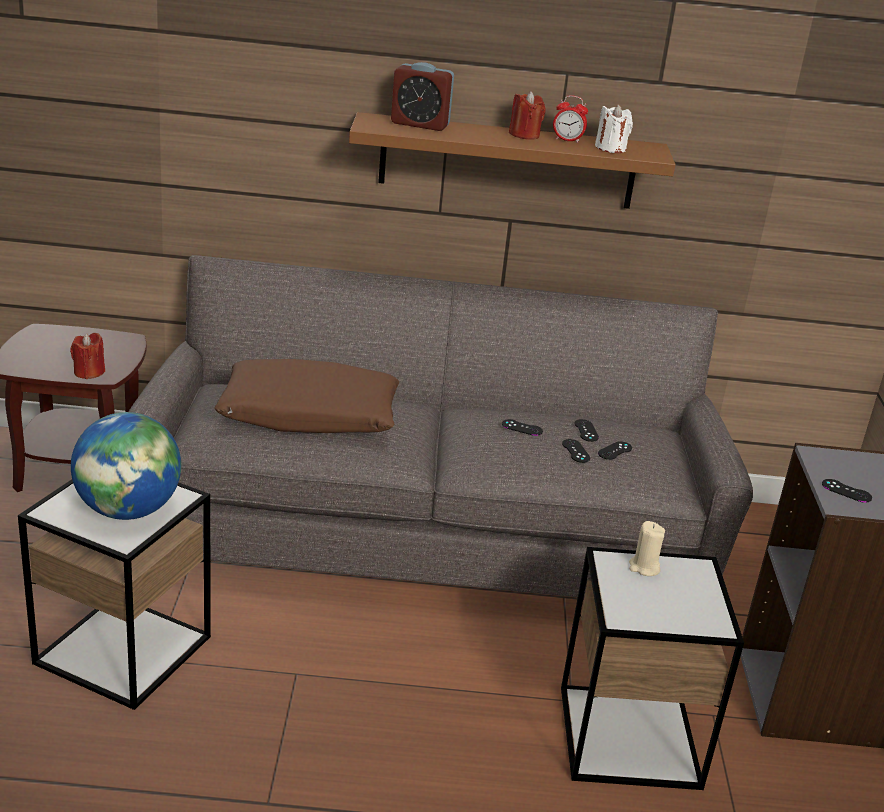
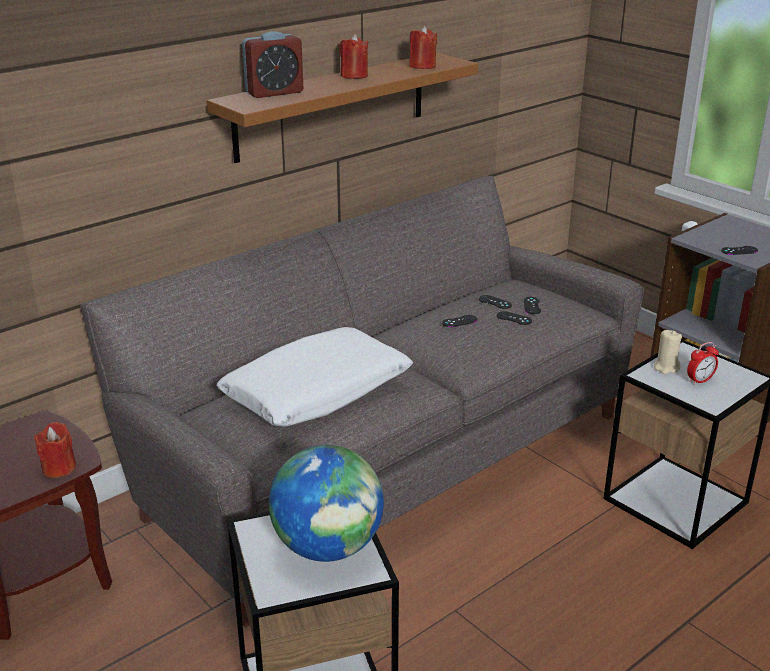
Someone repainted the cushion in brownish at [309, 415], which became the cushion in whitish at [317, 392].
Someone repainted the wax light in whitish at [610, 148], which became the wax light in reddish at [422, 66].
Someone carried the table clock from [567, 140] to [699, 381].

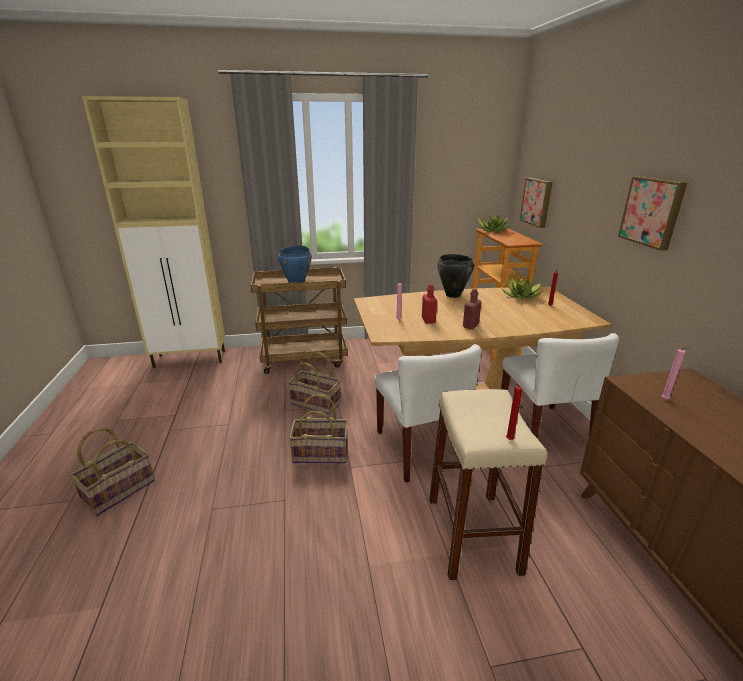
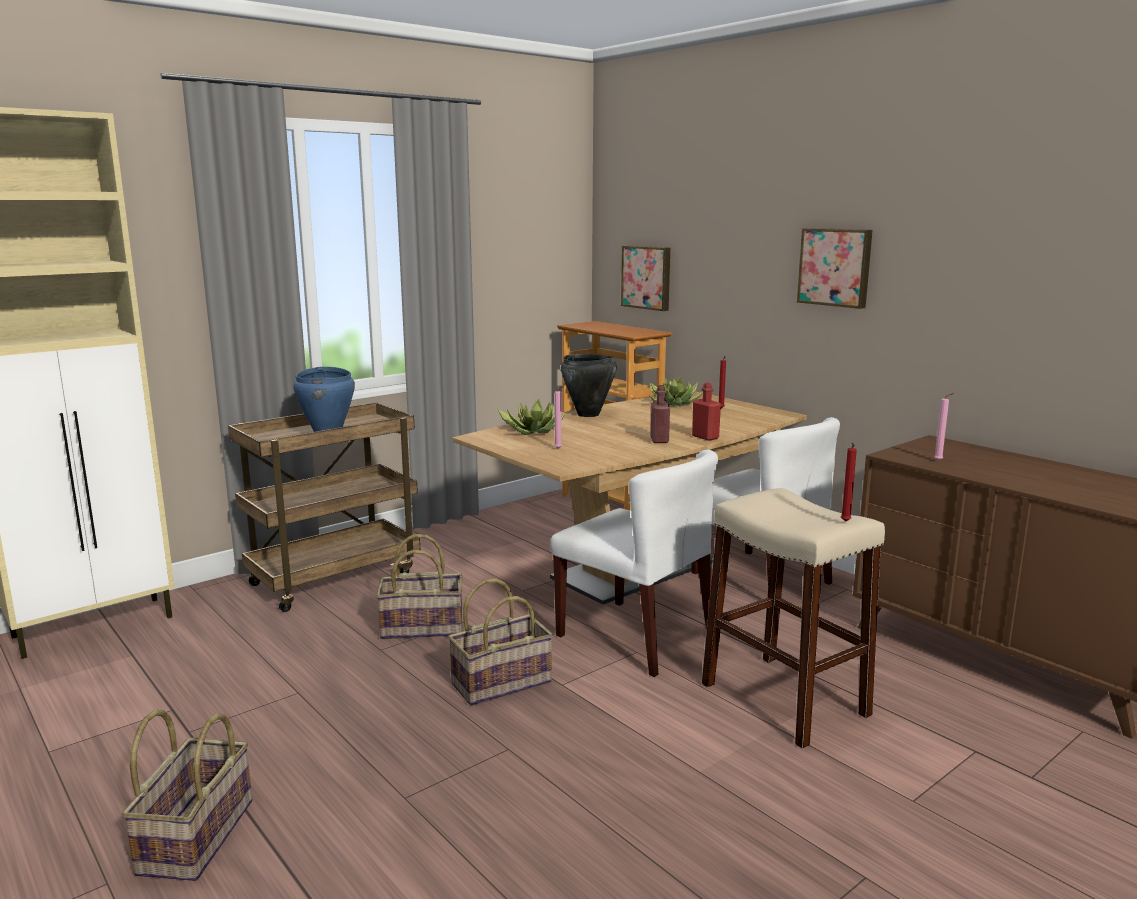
Someone carried the houseplant from [493, 230] to [533, 430].
Someone carried the drink bottle in reddish from [428, 320] to [705, 437].

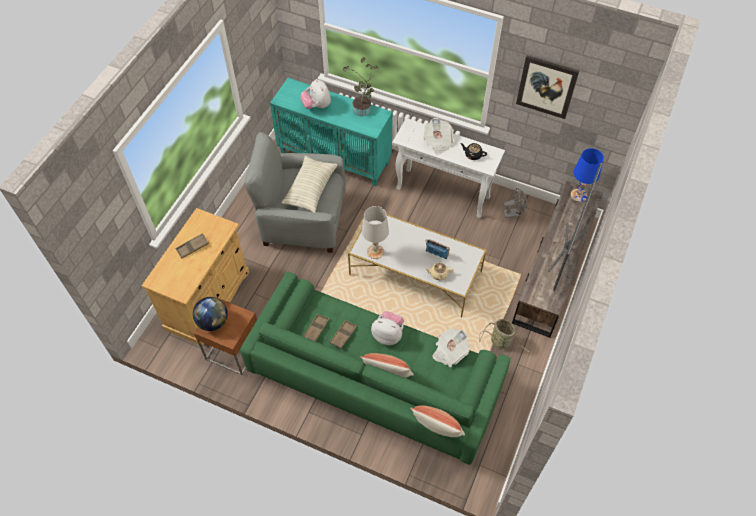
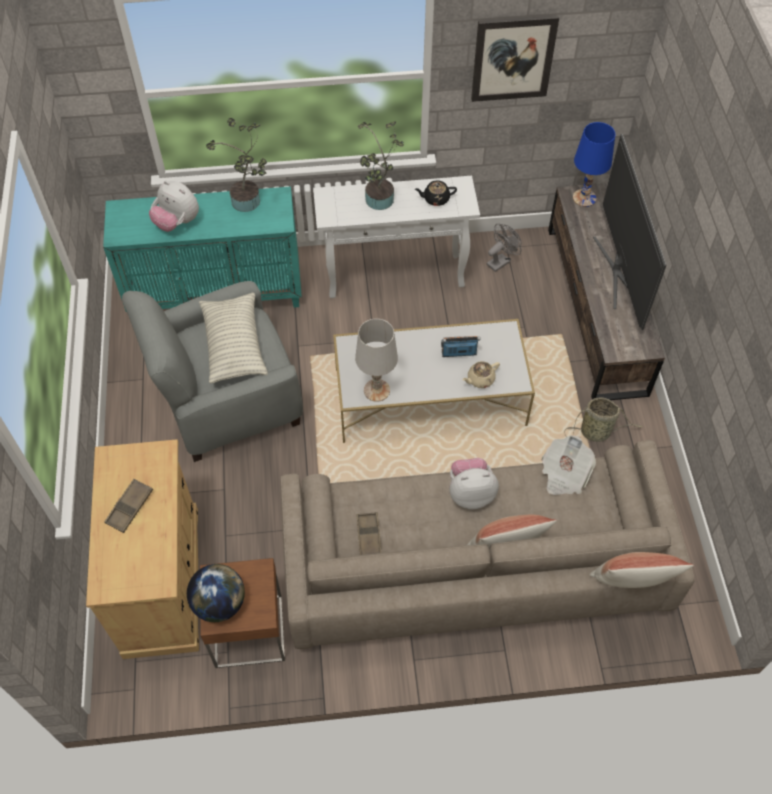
Someone repainted the sofa in greenish at [375, 380], which became the sofa in beige-coloured at [473, 566].
Someone swapped the newspaper at [438, 142] for the houseplant at [378, 202].
Someone took away the carrying tray in brownish at [343, 335].

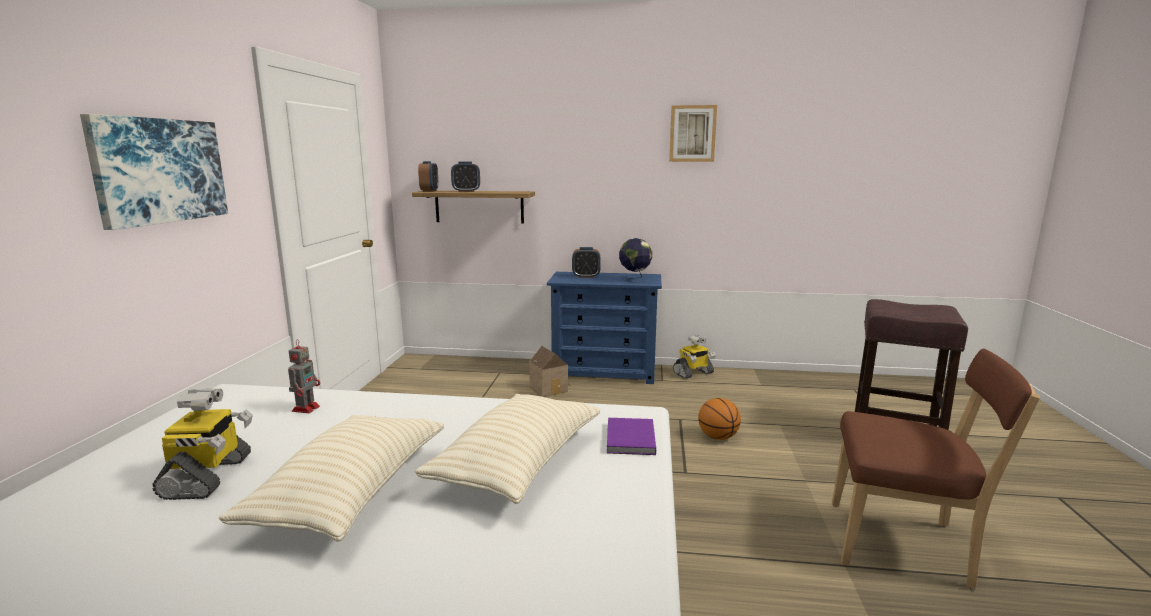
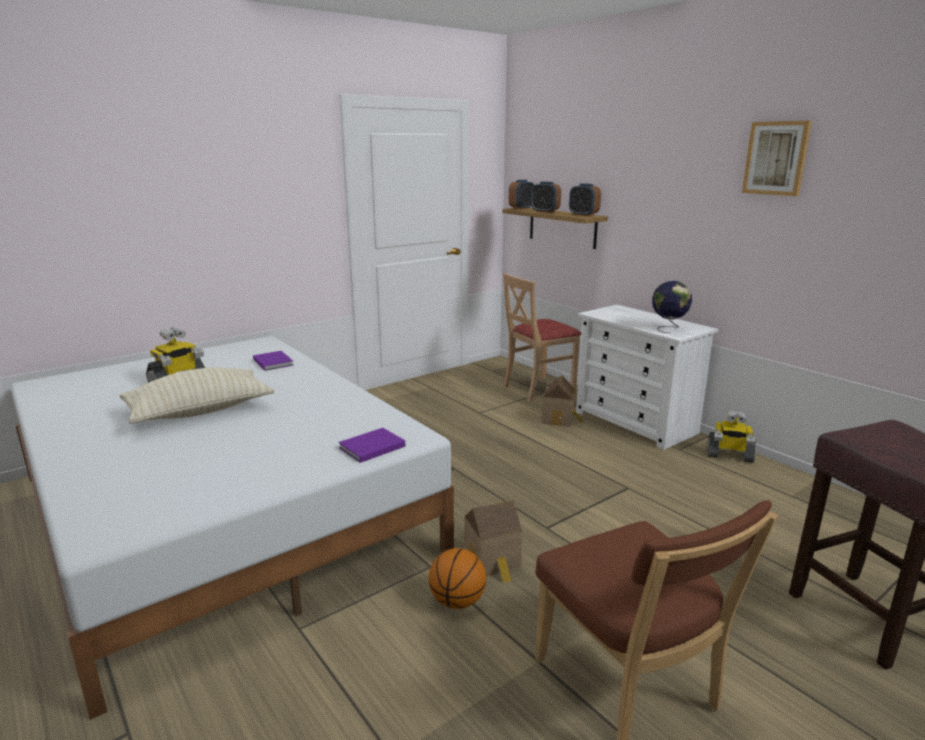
Someone swapped the toy robot at [306, 408] for the volume in purple-coloured at [273, 362].
Someone carried the ball for basketball from [718, 437] to [457, 601].
Someone put down the model house at [493, 561].
Someone put down the upright chair in beige-coloured at [538, 389].
Someone carried the table clock from [586, 276] to [583, 215].
Someone repainted the drawer chest in blue at [605, 372], which became the drawer chest in whitish at [635, 422].
Someone took away the picture at [159, 170].
Someone took away the cushion in beige-coloured at [518, 464].

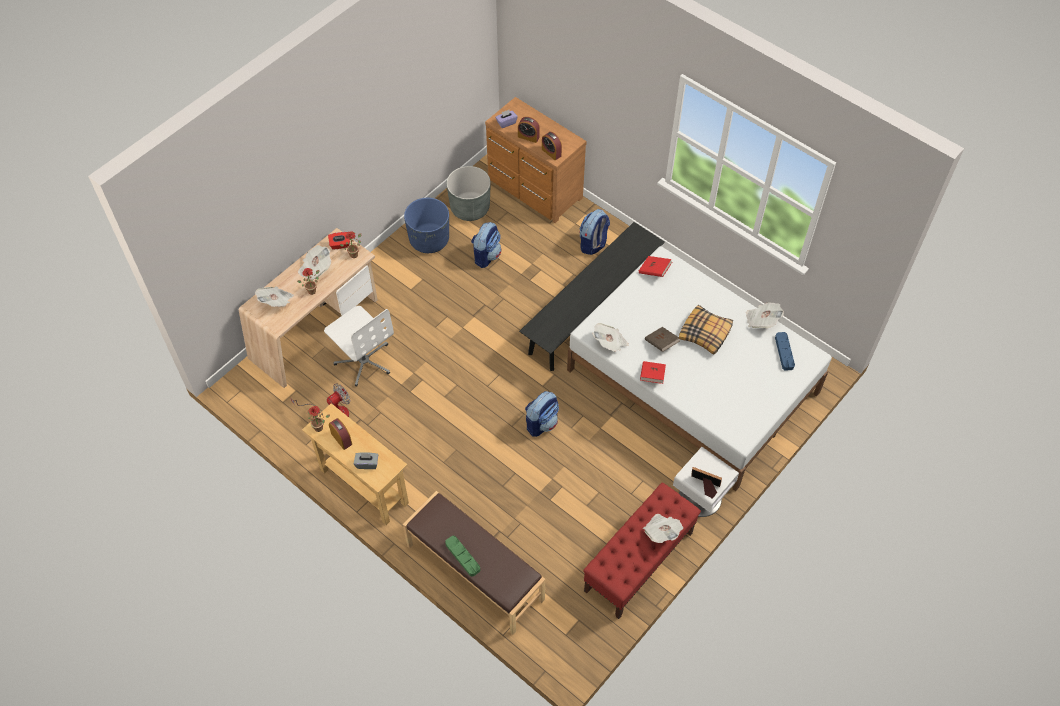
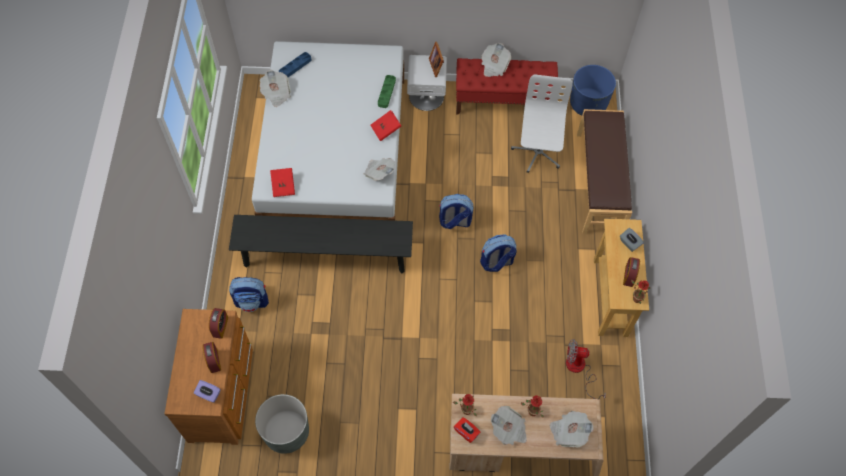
Someone carried the carrying tray in greenish from [462, 557] to [386, 92].
Someone carried the backpack from [486, 255] to [496, 262].
Someone carried the office chair in whitish from [364, 361] to [537, 152].
Someone carried the planter in blue from [429, 240] to [588, 104].
Someone took away the volume in brownish at [661, 343].
Someone took away the cushion at [705, 333].

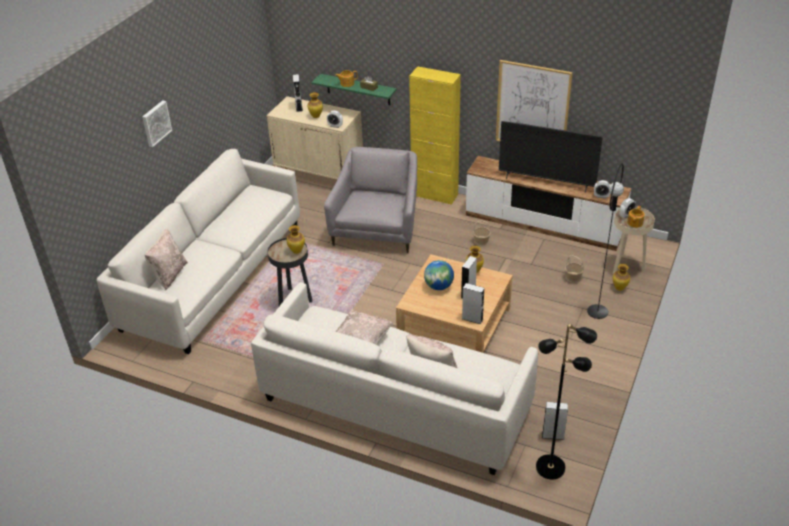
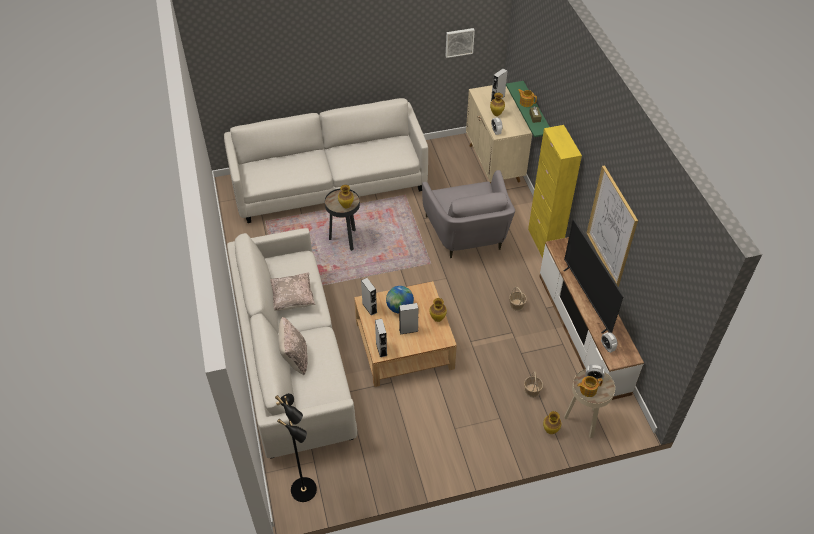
Someone carried the loudspeaker in gray from [553, 435] to [369, 308].
Someone rotated the easy chair in gray at [377, 228] by 105 degrees clockwise.
Someone carried the picture from [155, 123] to [459, 42].
Someone took away the cushion in beige-coloured at [169, 275].
Someone took away the standard lamp in black at [597, 312].

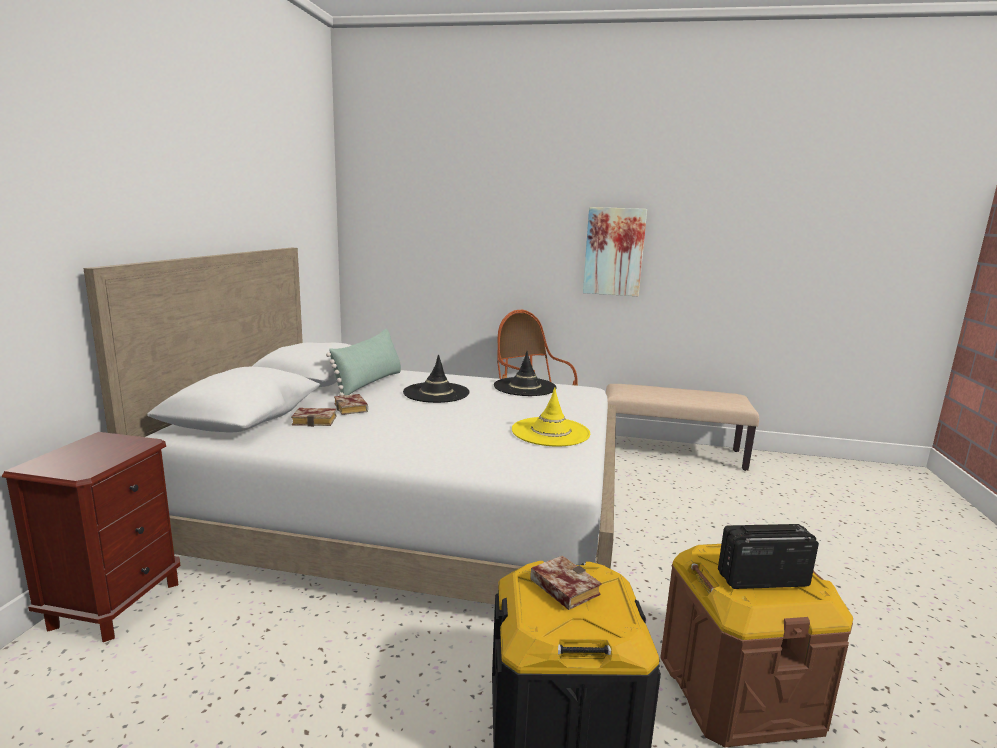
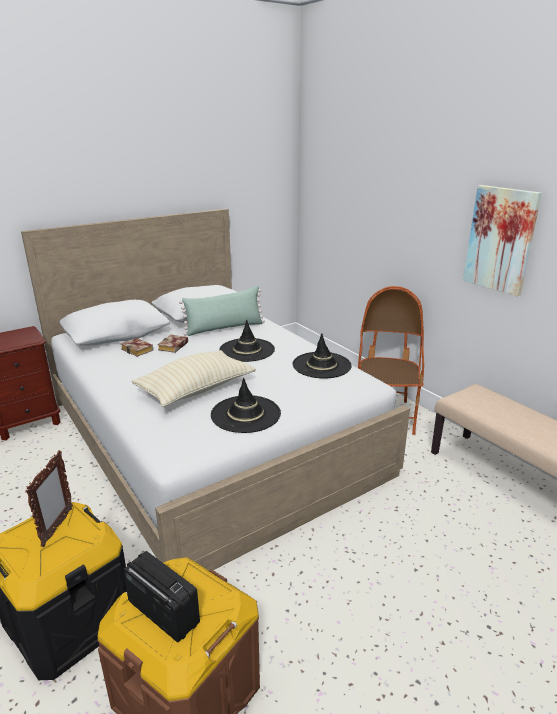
Someone swapped the volume at [561, 587] for the standing frame at [57, 527].
Someone put down the cushion in beige-coloured at [196, 390].
Someone repainted the clothing hat in yellow at [550, 432], which became the clothing hat in black at [246, 414].

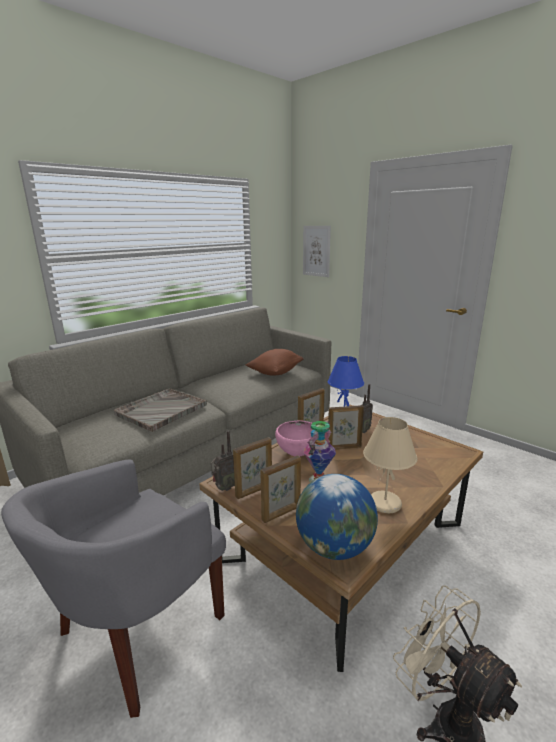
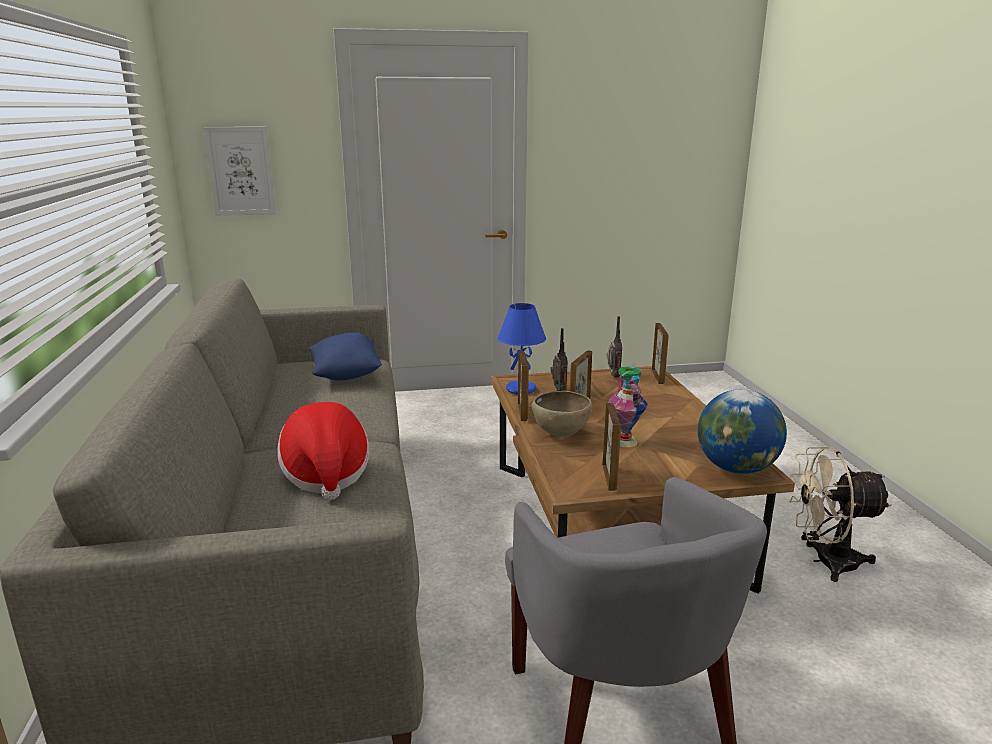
Someone swapped the carrying tray in gray at [161, 410] for the clothing hat at [326, 475].
Someone repainted the cushion in brownish at [275, 372], which became the cushion in blue at [346, 374].
Someone repainted the serving bowl in pink at [298, 454], which became the serving bowl in brownish at [561, 434].
Someone carried the radio set from [224, 488] to [613, 377].
Someone carried the standing frame from [282, 513] to [658, 377].
Someone took away the lamp for a table in beige-coloured at [384, 504].

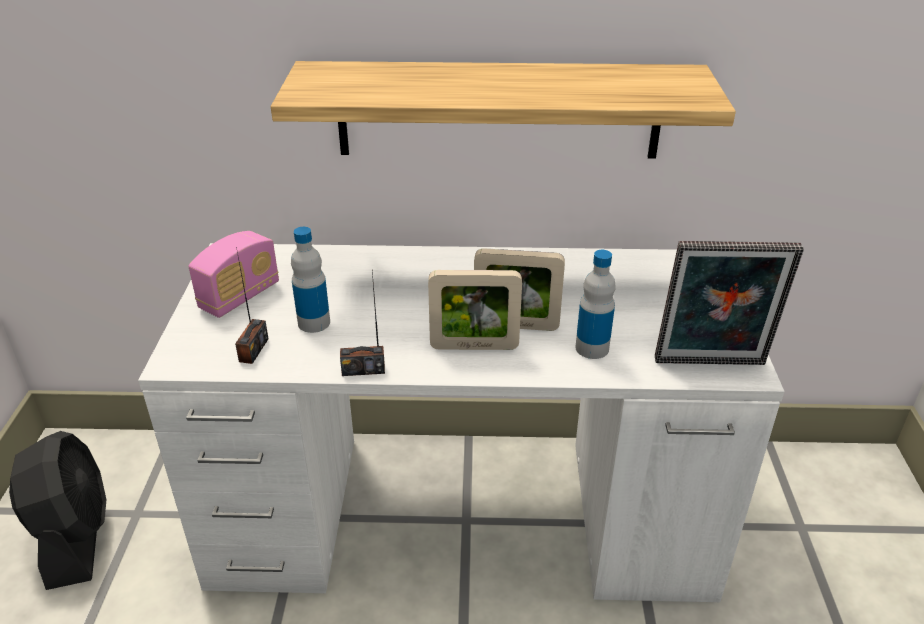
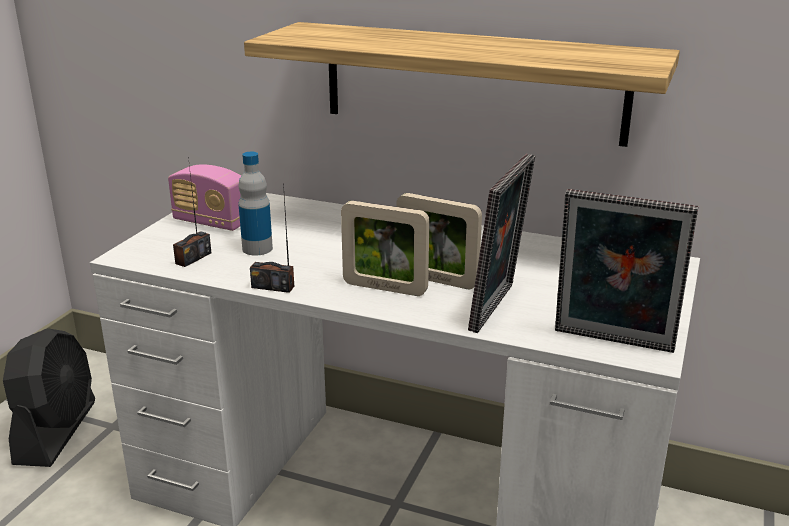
Someone rotated the radio set at [240, 297] by 60 degrees clockwise.
Someone swapped the drink bottle at [592, 348] for the standing frame at [498, 308].

